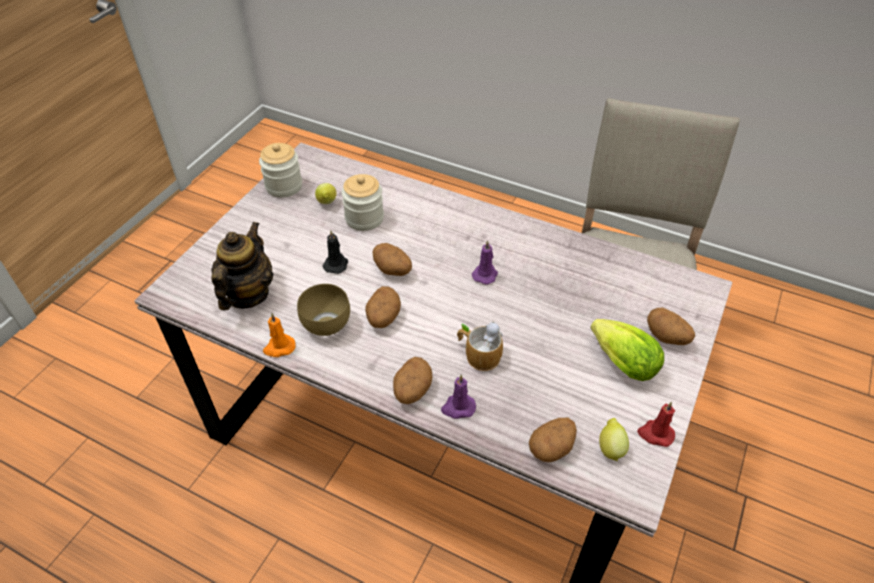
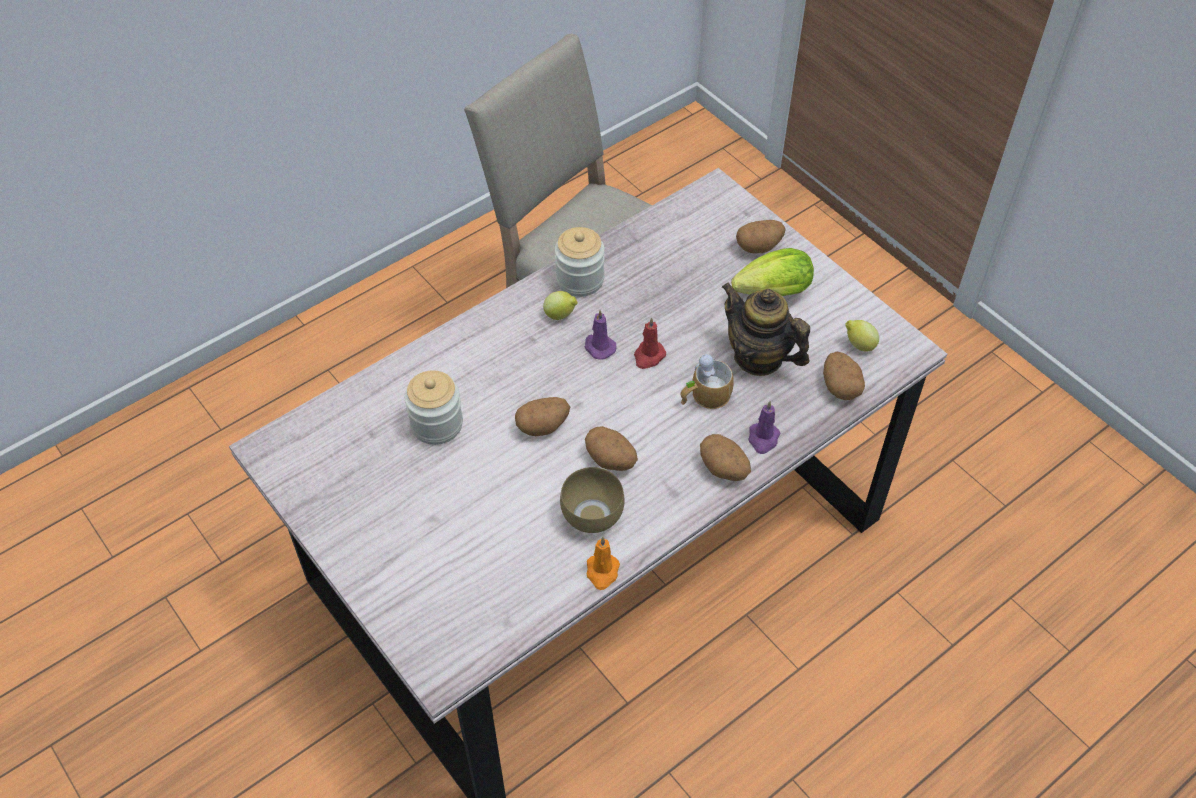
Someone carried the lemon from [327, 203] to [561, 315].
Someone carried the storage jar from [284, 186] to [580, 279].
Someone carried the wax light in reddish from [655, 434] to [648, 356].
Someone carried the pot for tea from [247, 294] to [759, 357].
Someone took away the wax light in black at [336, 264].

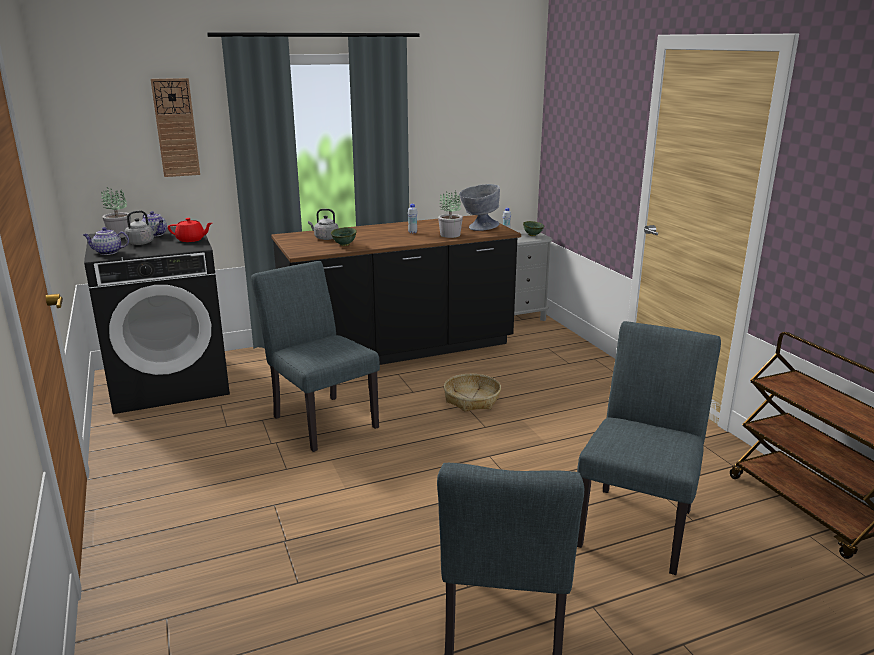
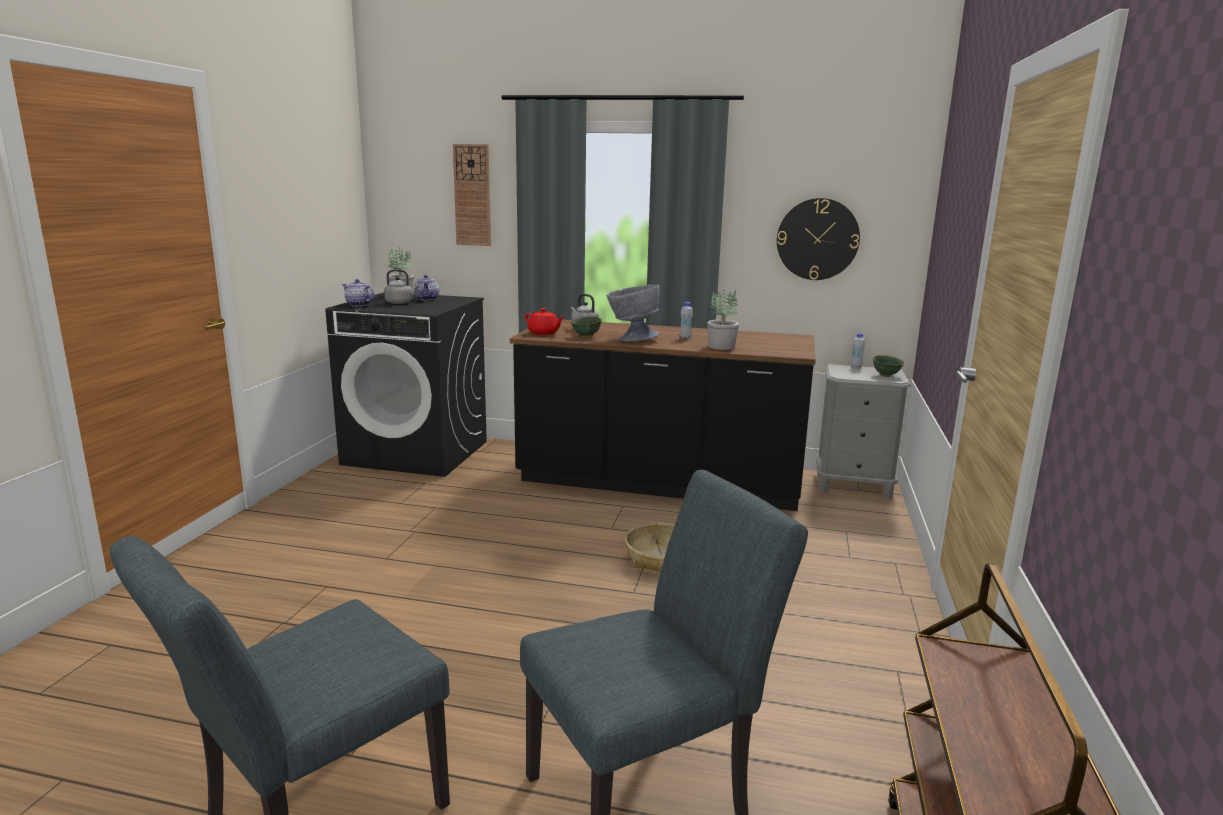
Someone carried the pot for tea in reddish from [191, 240] to [543, 333].
Someone carried the serving bowl in gray from [478, 228] to [631, 339].
Someone put up the hanging clock at [817, 239].
Someone took away the upright chair in gray at [320, 419].

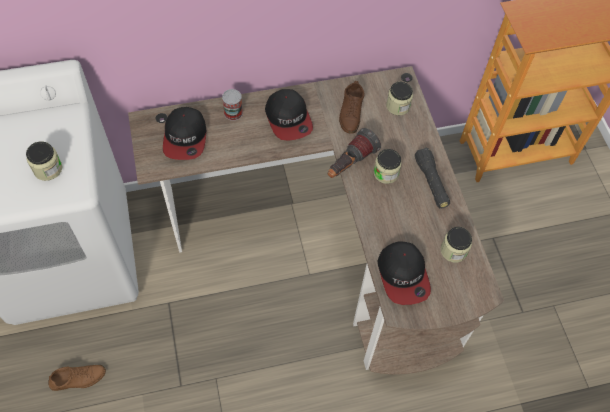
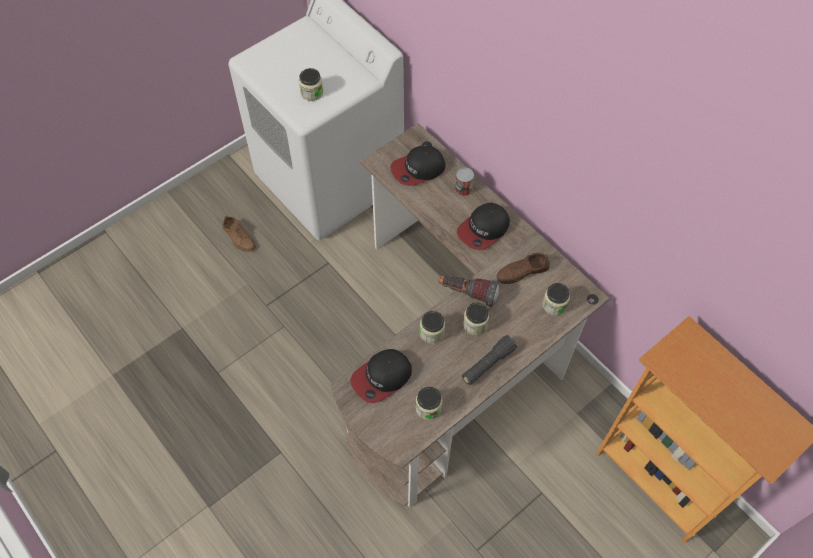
Someone put down the storage jar at [431, 333].

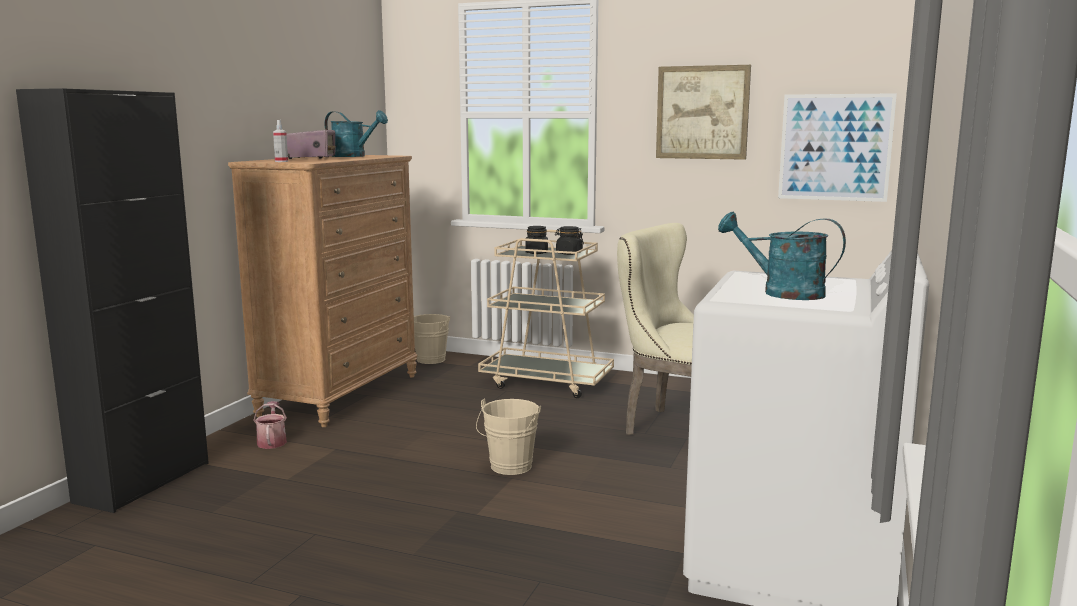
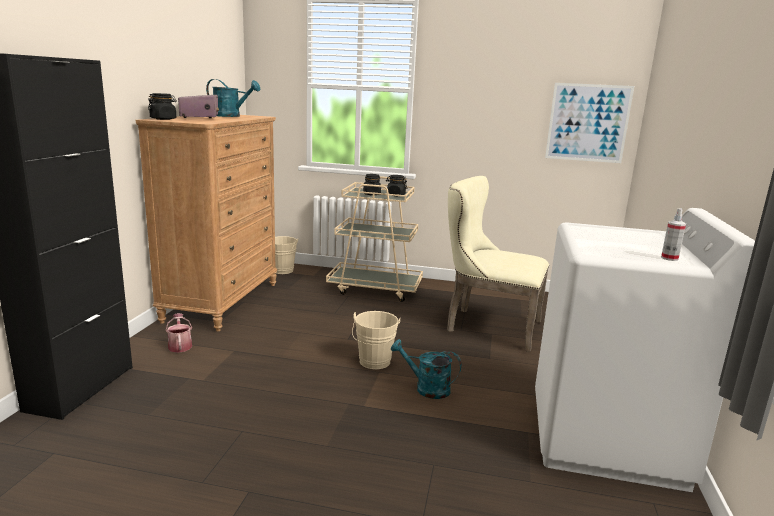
Someone put down the storage jar in black at [163, 119].
Someone carried the sprinkling can in blue-green from [782, 293] to [426, 388].
Someone carried the spray bottle from [281, 161] to [669, 258].
Someone took away the picture at [702, 112].

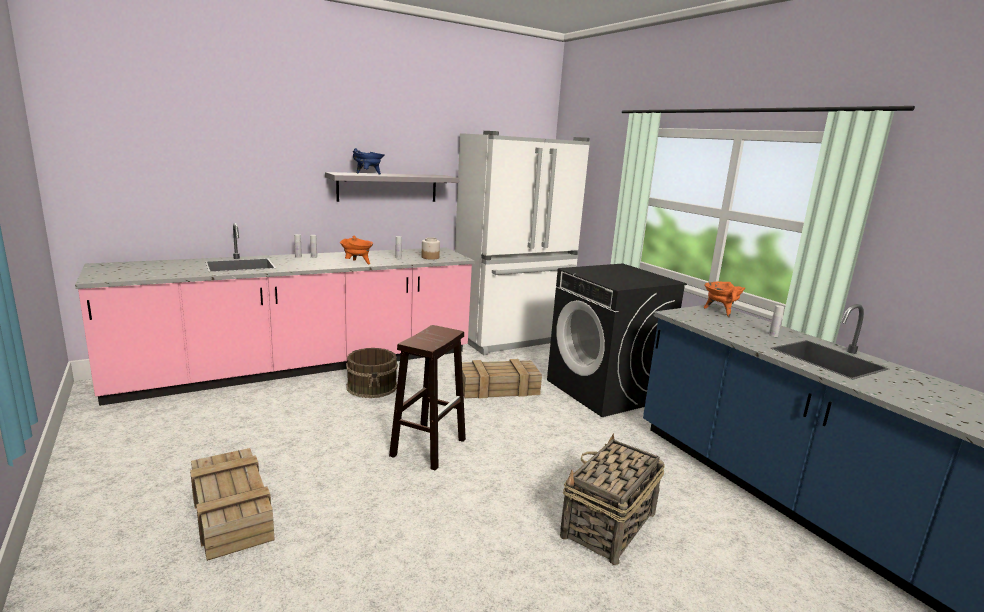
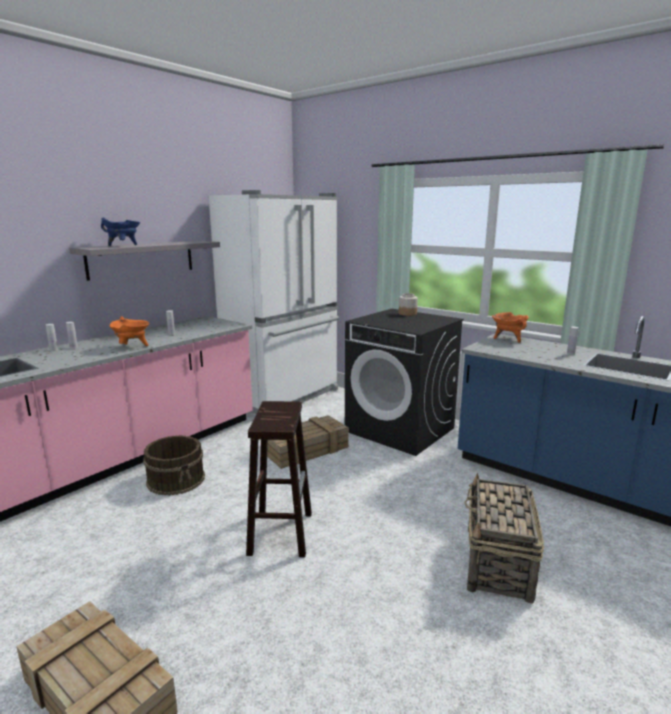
Someone carried the storage jar from [430, 257] to [407, 314].

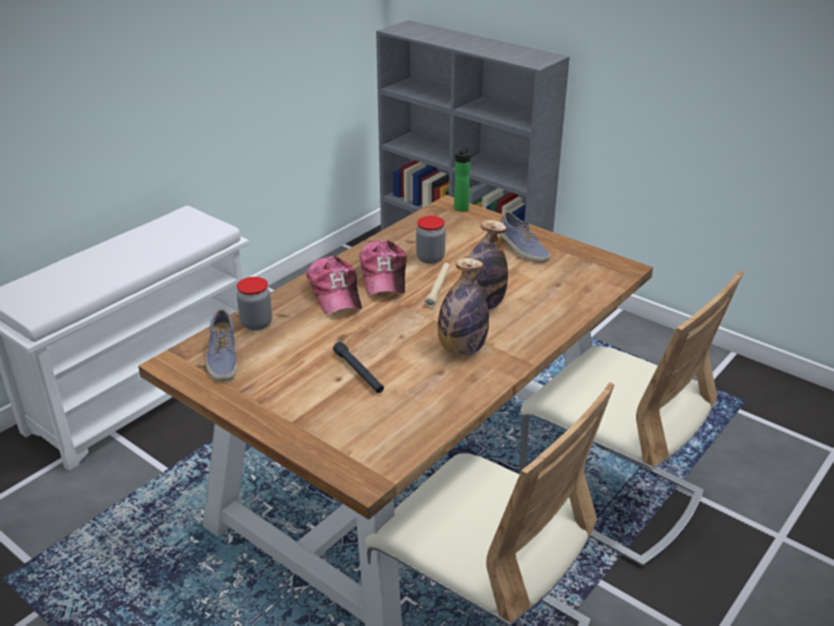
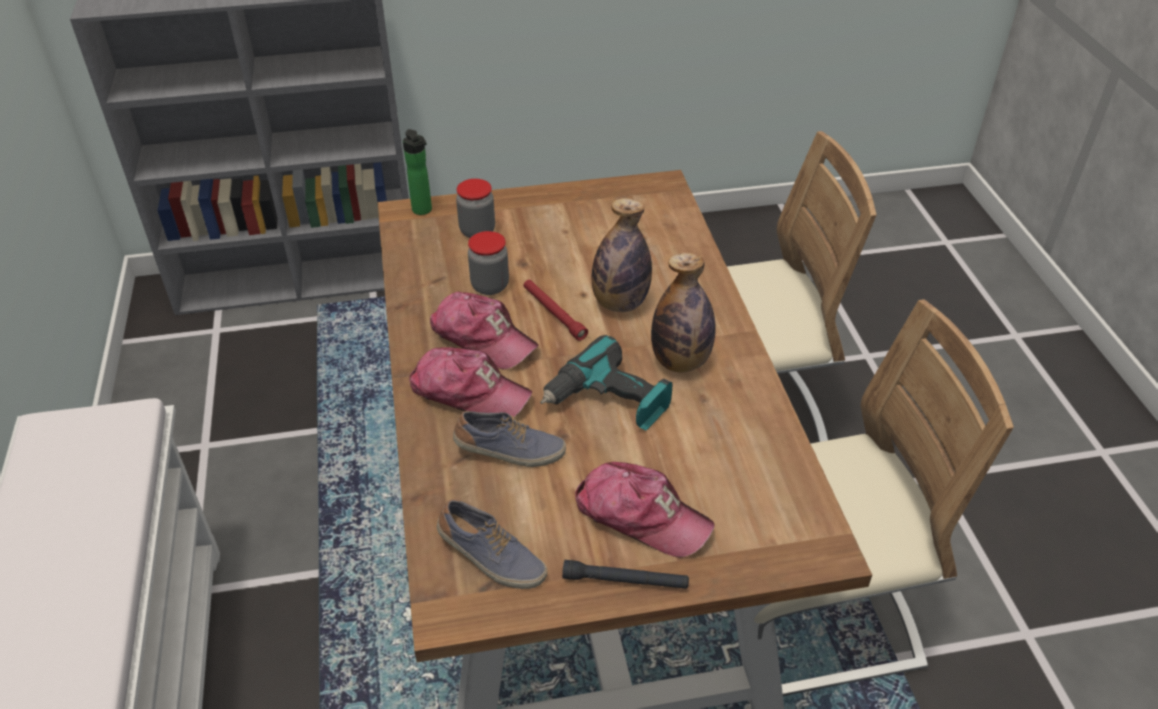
Someone carried the shoe from [521, 249] to [510, 452].
Someone carried the storage jar from [256, 323] to [477, 231].
Someone repainted the flashlight in beige-coloured at [438, 288], which became the flashlight in reddish at [554, 313].
Someone put down the drill at [608, 401].
Someone carried the flashlight in black from [358, 372] to [625, 581].
Someone put down the baseball cap at [641, 516].

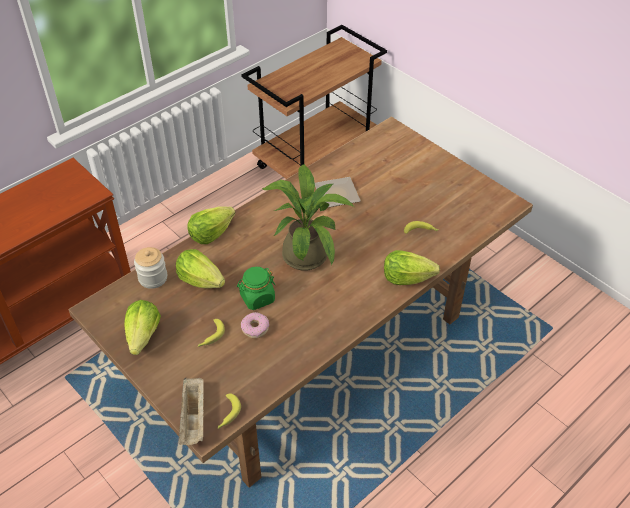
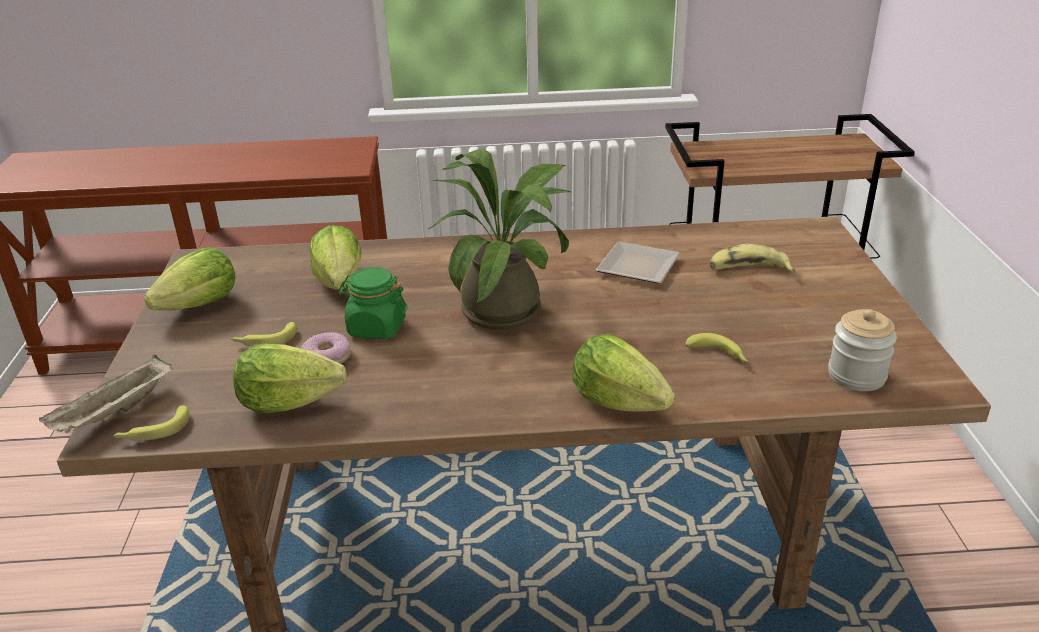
Someone carried the lettuce head from [211, 234] to [288, 402].
Someone put down the banana fruit at [748, 270].
Someone carried the storage jar from [153, 278] to [856, 375].

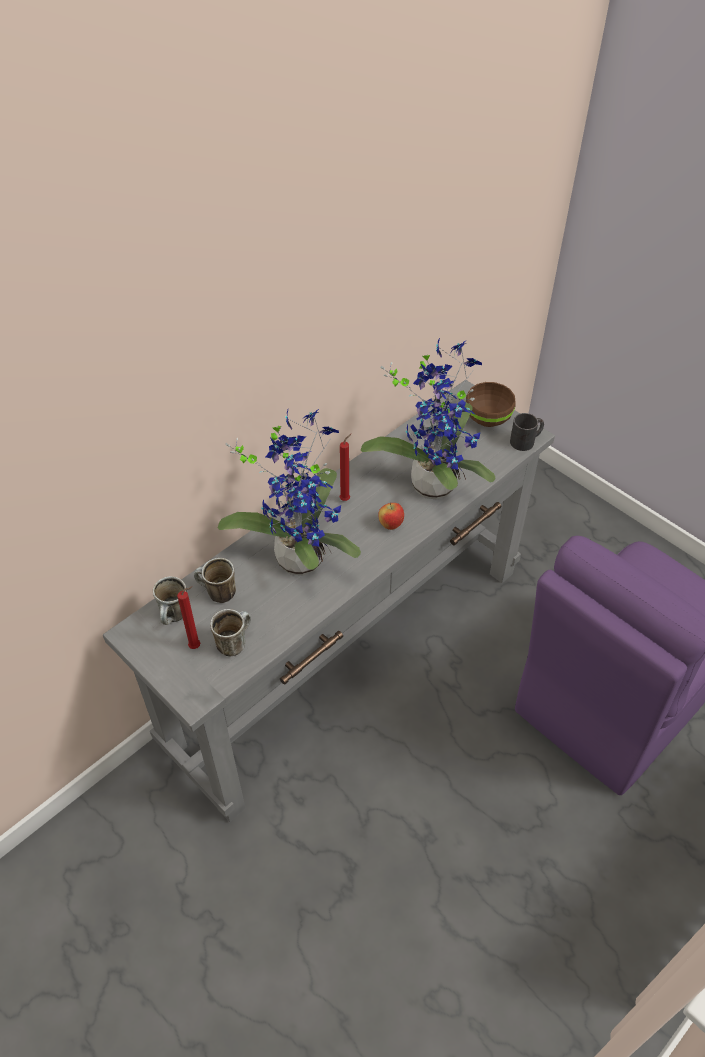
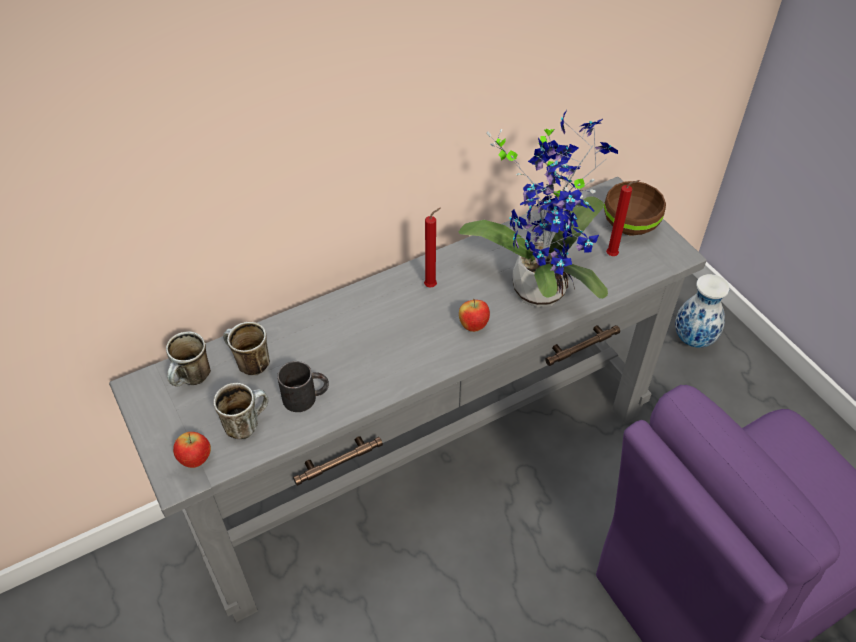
Someone put down the apple fruit at [195, 460].
Someone carried the mug in black from [526, 440] to [306, 397].
Someone carried the wax light in reddish from [197, 646] to [613, 255].
Someone put down the decorative vase at [694, 339].
Someone took away the houseplant at [300, 554].

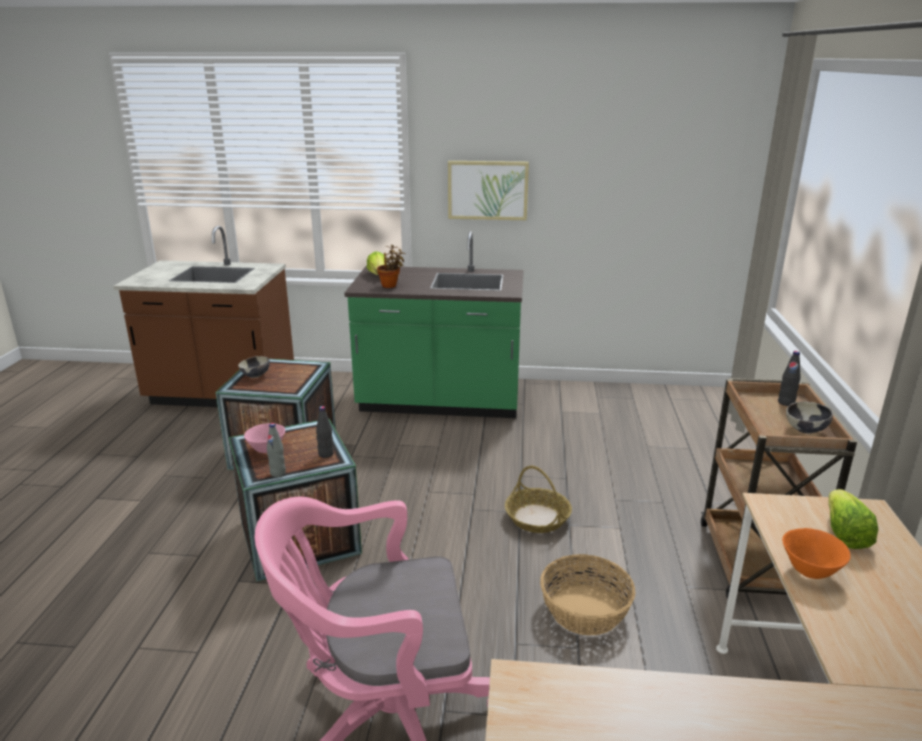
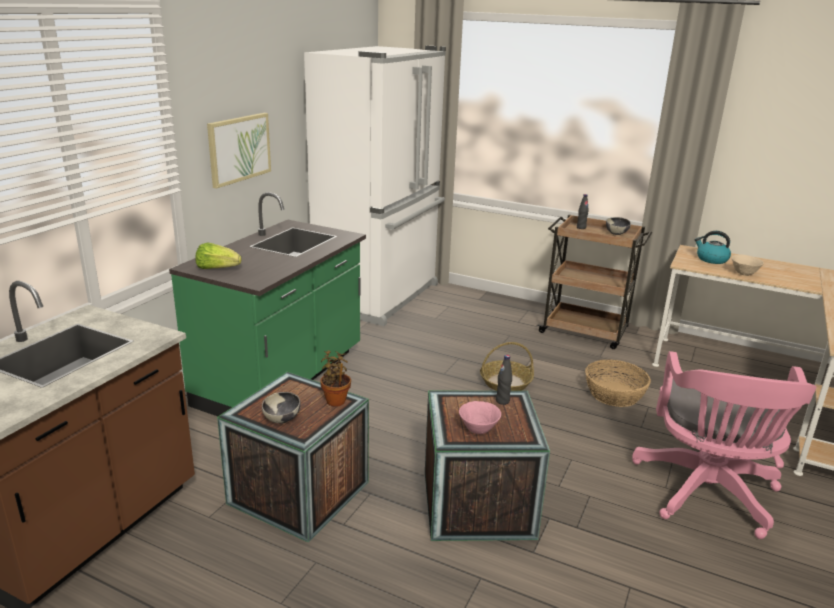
Someone put down the kitchen fridge in whitish at [381, 296].
Someone carried the houseplant from [390, 285] to [336, 400].
Someone swapped the lettuce head at [844, 534] for the kettle at [711, 259].
Someone repainted the serving bowl in orange at [810, 572], which became the serving bowl in beige-coloured at [744, 274].
Someone took away the drink bottle in gray at [278, 473].

